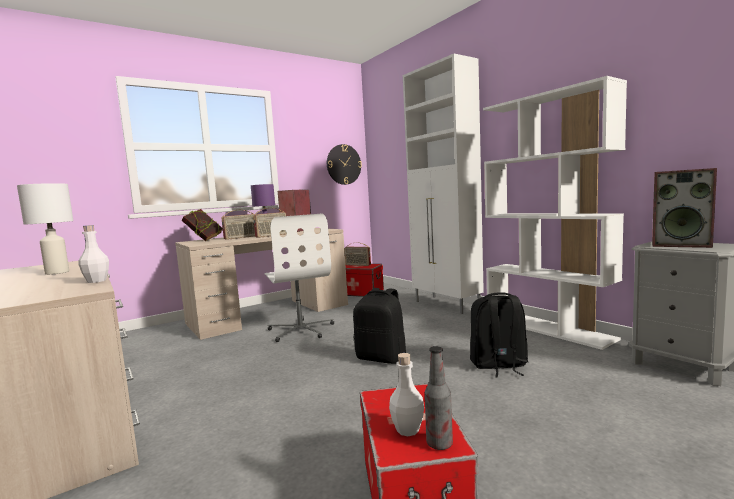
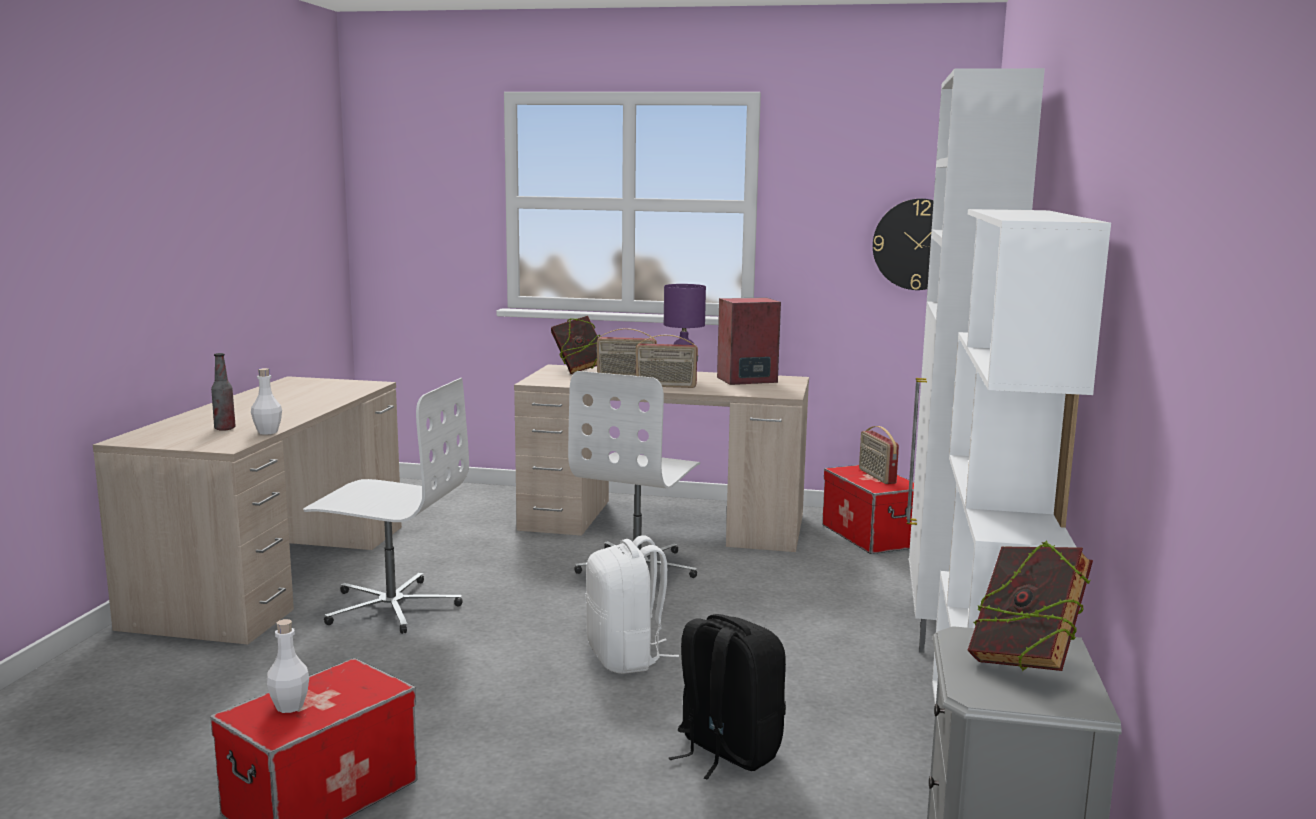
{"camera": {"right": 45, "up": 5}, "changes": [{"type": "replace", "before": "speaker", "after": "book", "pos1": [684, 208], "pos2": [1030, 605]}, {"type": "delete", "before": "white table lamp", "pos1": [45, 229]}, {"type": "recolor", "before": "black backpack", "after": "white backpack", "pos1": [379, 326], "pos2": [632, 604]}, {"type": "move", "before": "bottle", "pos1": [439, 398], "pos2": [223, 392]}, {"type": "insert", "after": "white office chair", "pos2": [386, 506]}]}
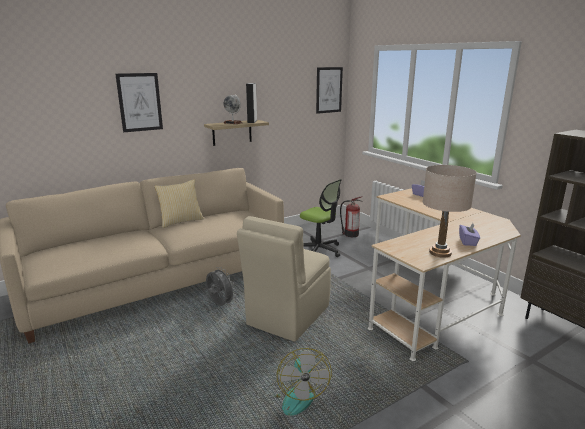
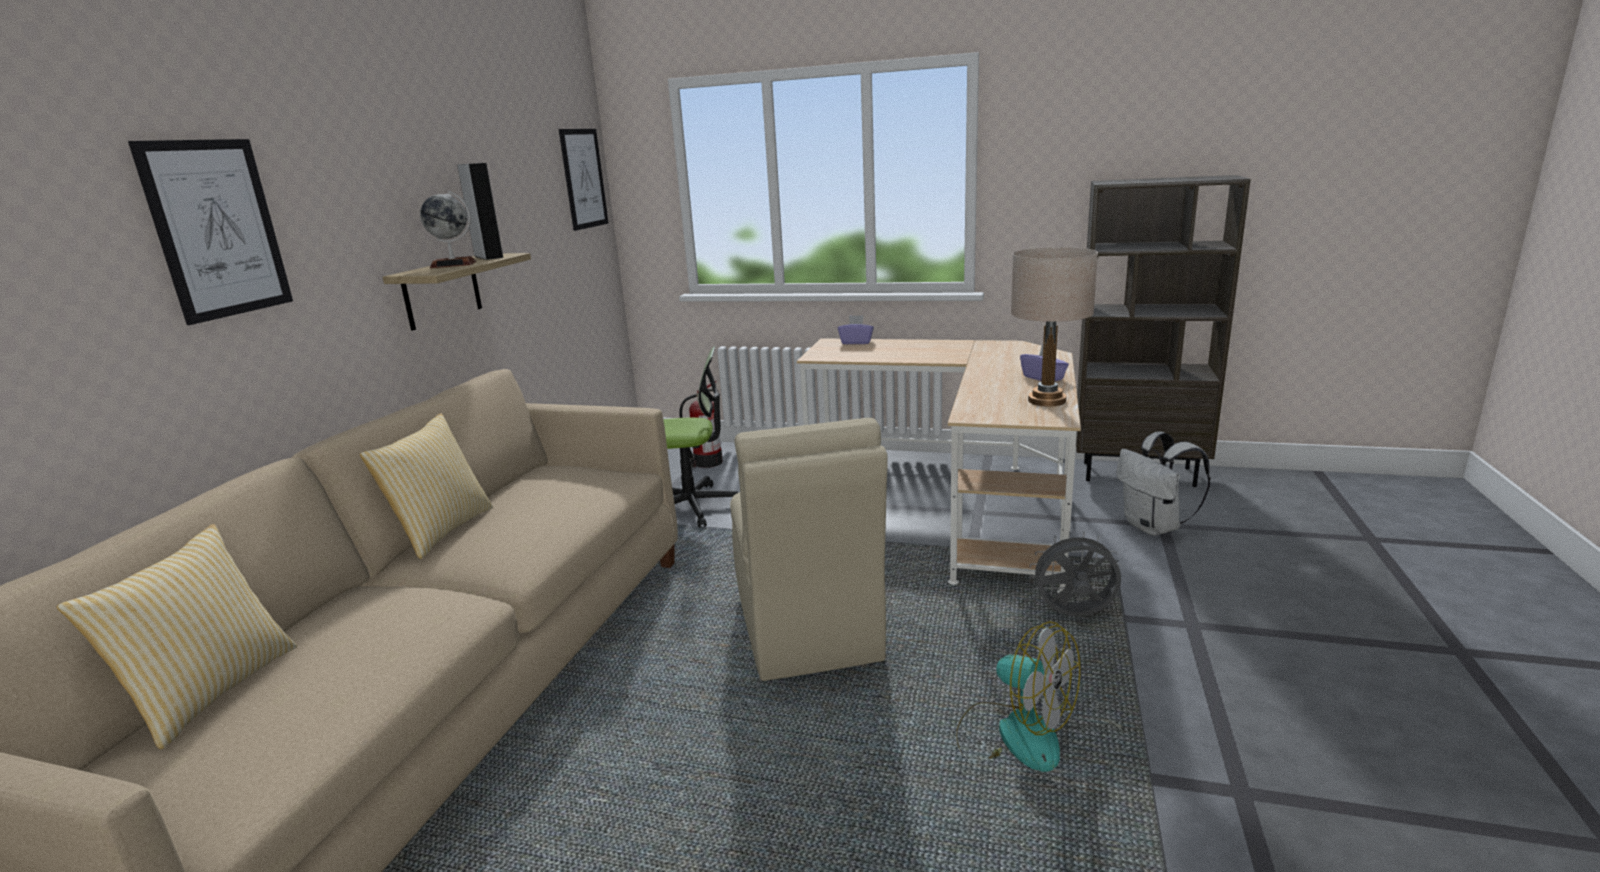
{"camera": {"right": -40, "up": 0}, "changes": [{"type": "move", "before": "grey fan", "pos1": [221, 286], "pos2": [1075, 573]}, {"type": "insert", "after": "white backpack", "pos2": [1163, 484]}, {"type": "insert", "after": "pillow", "pos2": [177, 636]}]}
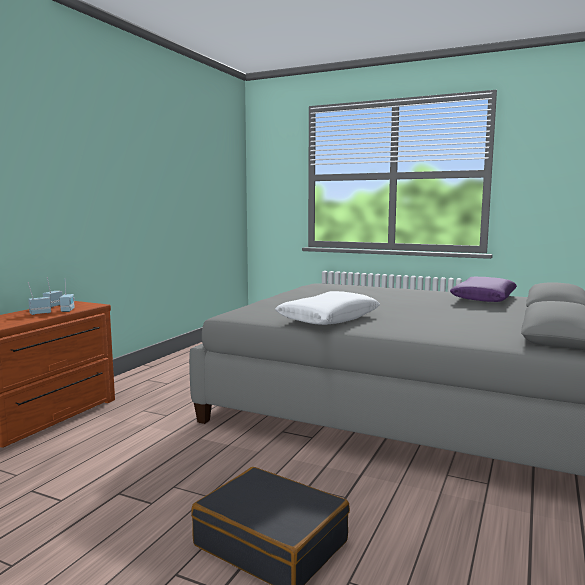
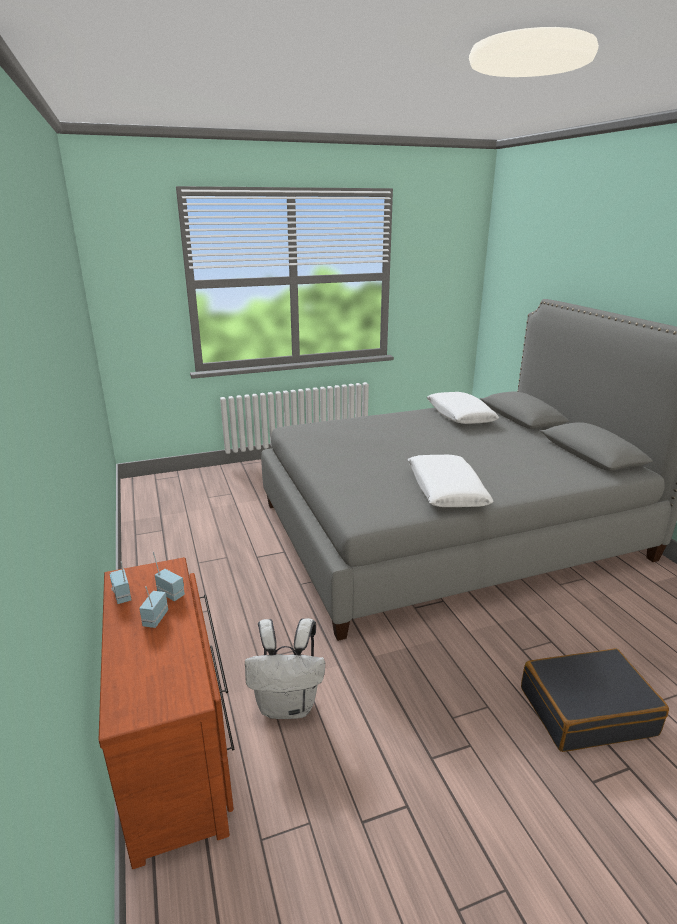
{"camera": {"right": -45, "up": 15}, "changes": [{"type": "recolor", "before": "purple pillow", "after": "white pillow", "pos1": [483, 289], "pos2": [463, 408]}, {"type": "insert", "after": "white backpack", "pos2": [285, 668]}]}
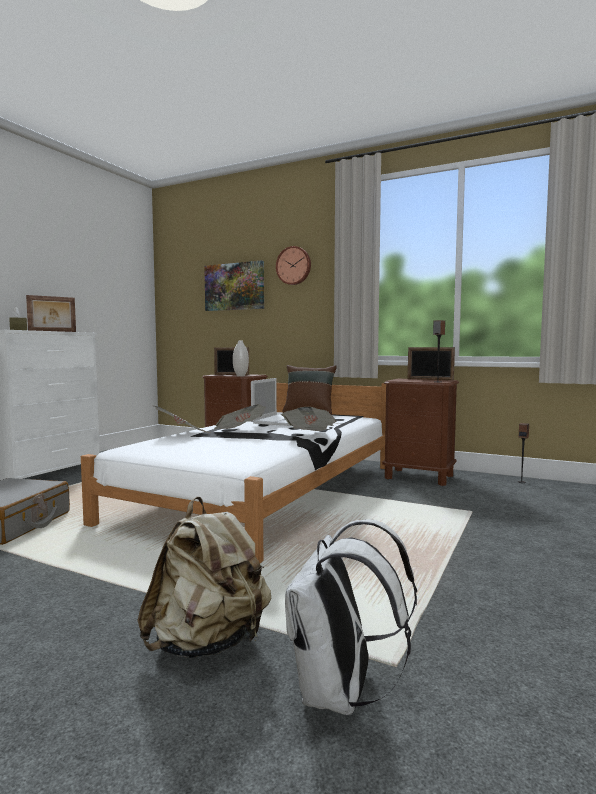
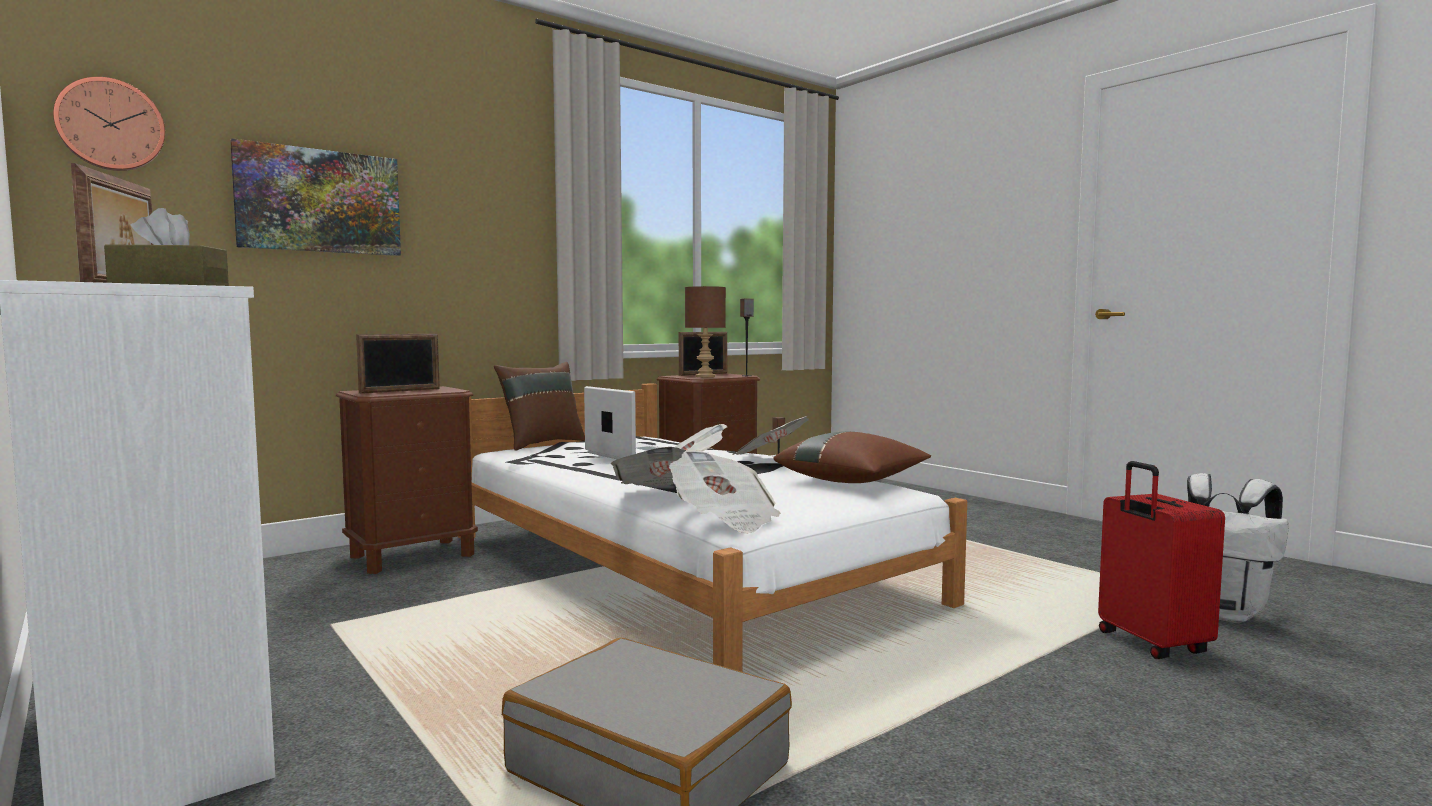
{"camera": {"right": -65, "up": 0}, "changes": [{"type": "move", "before": "wall clock", "pos1": [293, 265], "pos2": [109, 124]}, {"type": "delete", "before": "white vase", "pos1": [241, 358]}, {"type": "replace", "before": "beige backpack", "after": "red suitcase", "pos1": [204, 577], "pos2": [1161, 560]}, {"type": "insert", "after": "brown table lamp", "pos2": [705, 331]}, {"type": "insert", "after": "brown pillow", "pos2": [852, 457]}, {"type": "insert", "after": "newspaper", "pos2": [725, 492]}]}
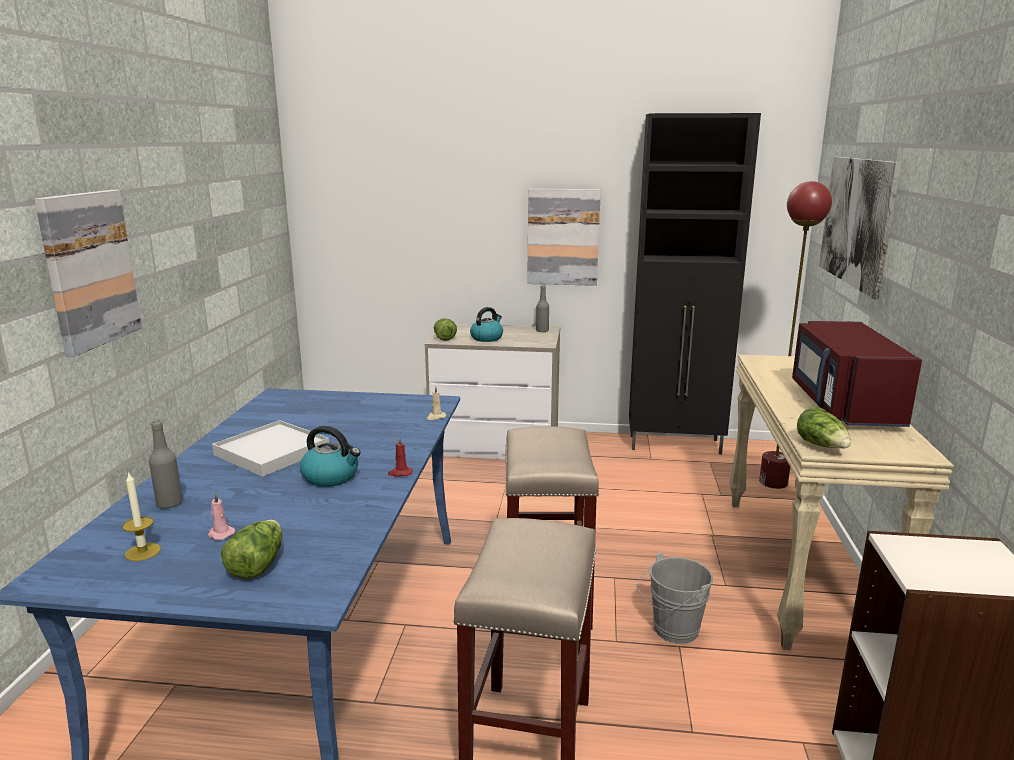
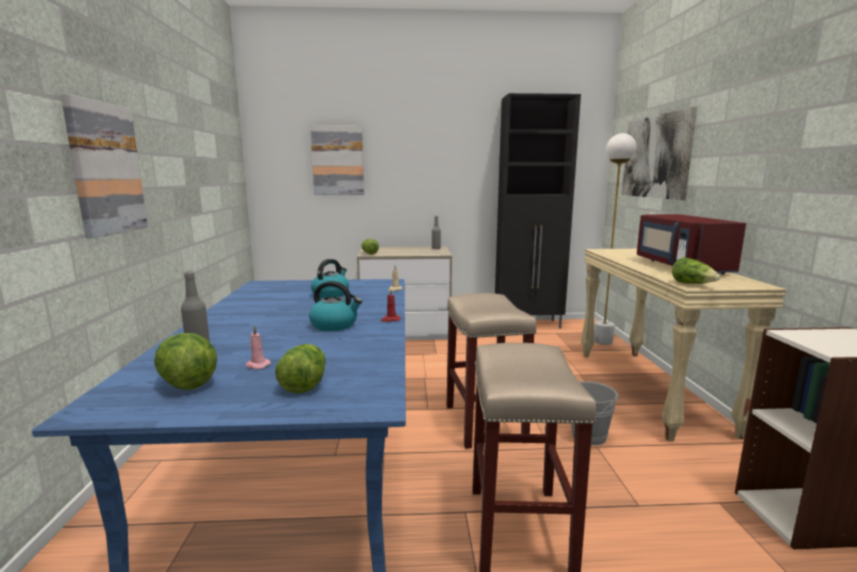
{"camera": {"right": -10, "up": -5}, "changes": [{"type": "recolor", "before": "red floor lamp", "after": "white floor lamp", "pos1": [795, 335], "pos2": [615, 239]}, {"type": "move", "before": "picture", "pos1": [564, 237], "pos2": [337, 160]}, {"type": "move", "before": "kettle", "pos1": [486, 324], "pos2": [330, 278]}, {"type": "delete", "before": "white tray", "pos1": [270, 448]}, {"type": "replace", "before": "candle", "after": "lettuce", "pos1": [141, 516], "pos2": [185, 361]}]}
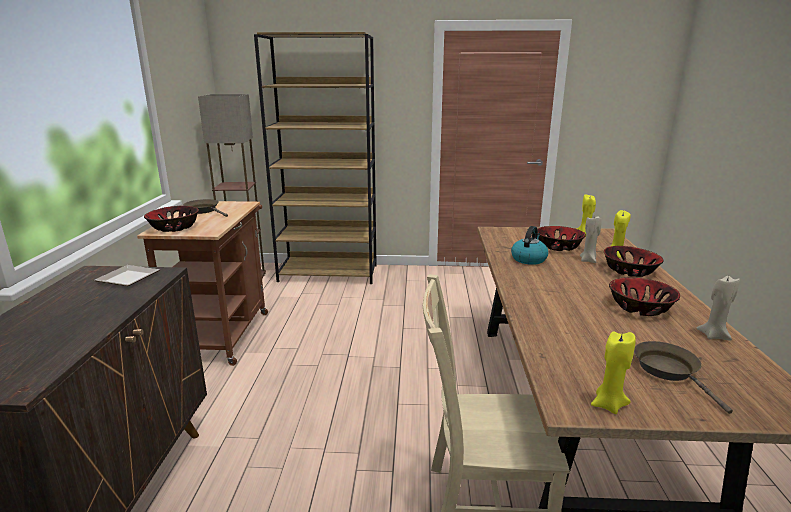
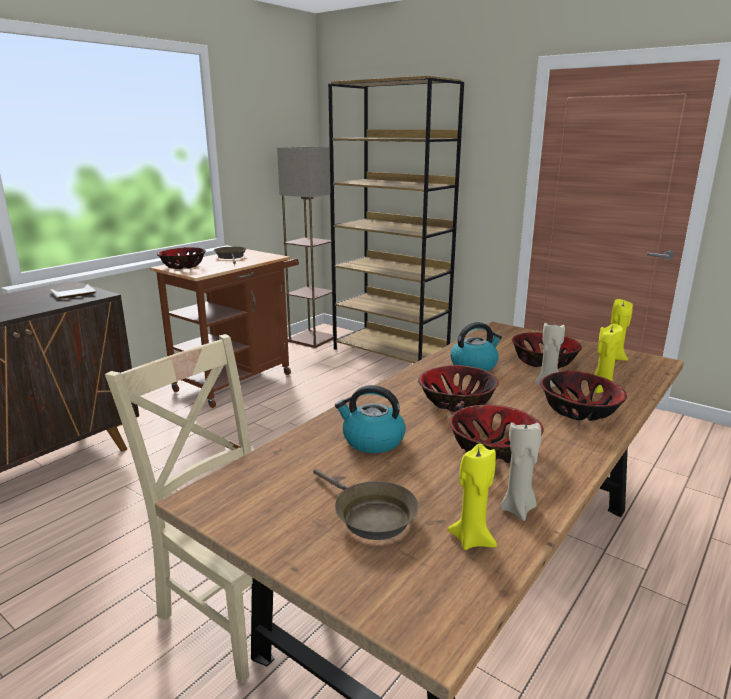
{"camera": {"right": 35, "up": 0}, "changes": [{"type": "move", "before": "yellow candle", "pos1": [613, 372], "pos2": [472, 497]}, {"type": "rotate", "before": "brown frying pan", "pos1": [683, 377], "pos2": [366, 504], "turn": 120}, {"type": "insert", "after": "bowl", "pos2": [458, 388]}, {"type": "insert", "after": "kettle", "pos2": [370, 419]}]}
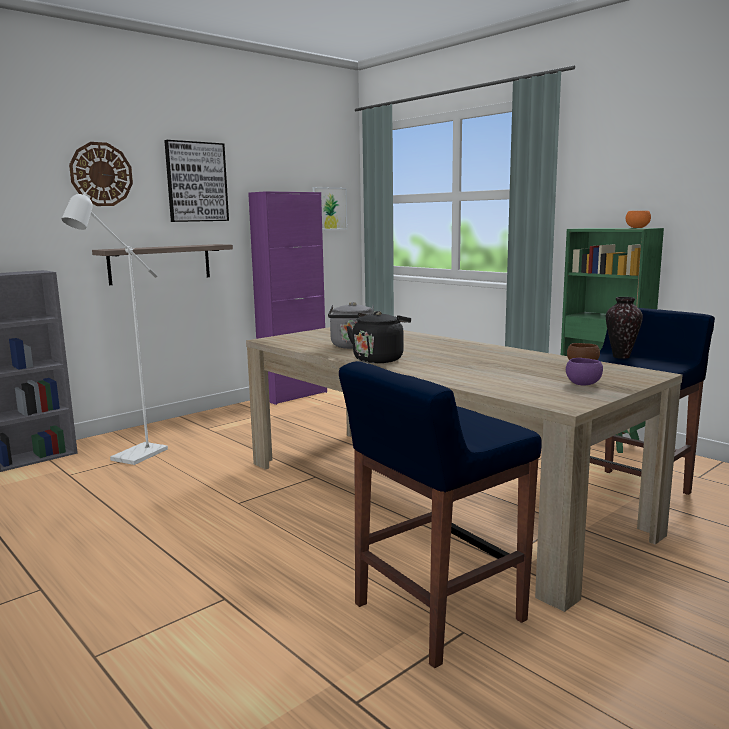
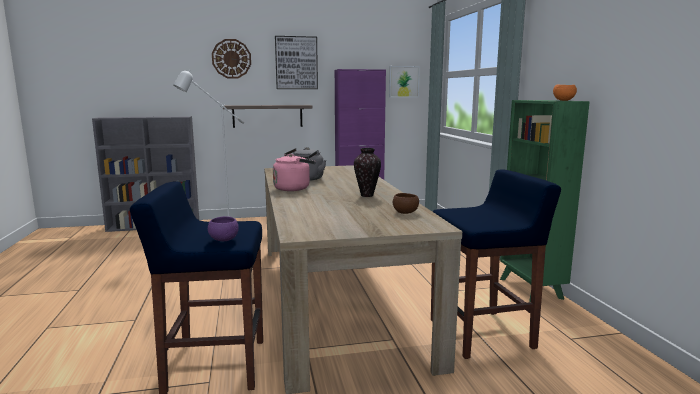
{"camera": {"right": 30, "up": 0}, "changes": [{"type": "move", "before": "vase", "pos1": [624, 328], "pos2": [367, 172]}, {"type": "recolor", "before": "black kettle", "after": "pink kettle", "pos1": [378, 337], "pos2": [294, 172]}, {"type": "move", "before": "purple bowl", "pos1": [584, 372], "pos2": [223, 228]}]}
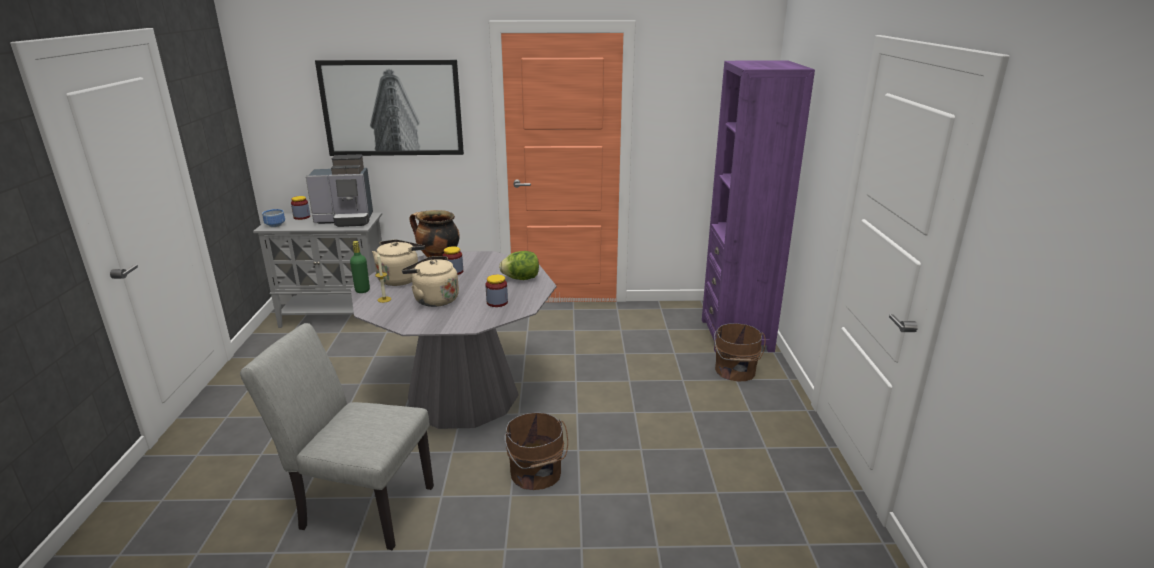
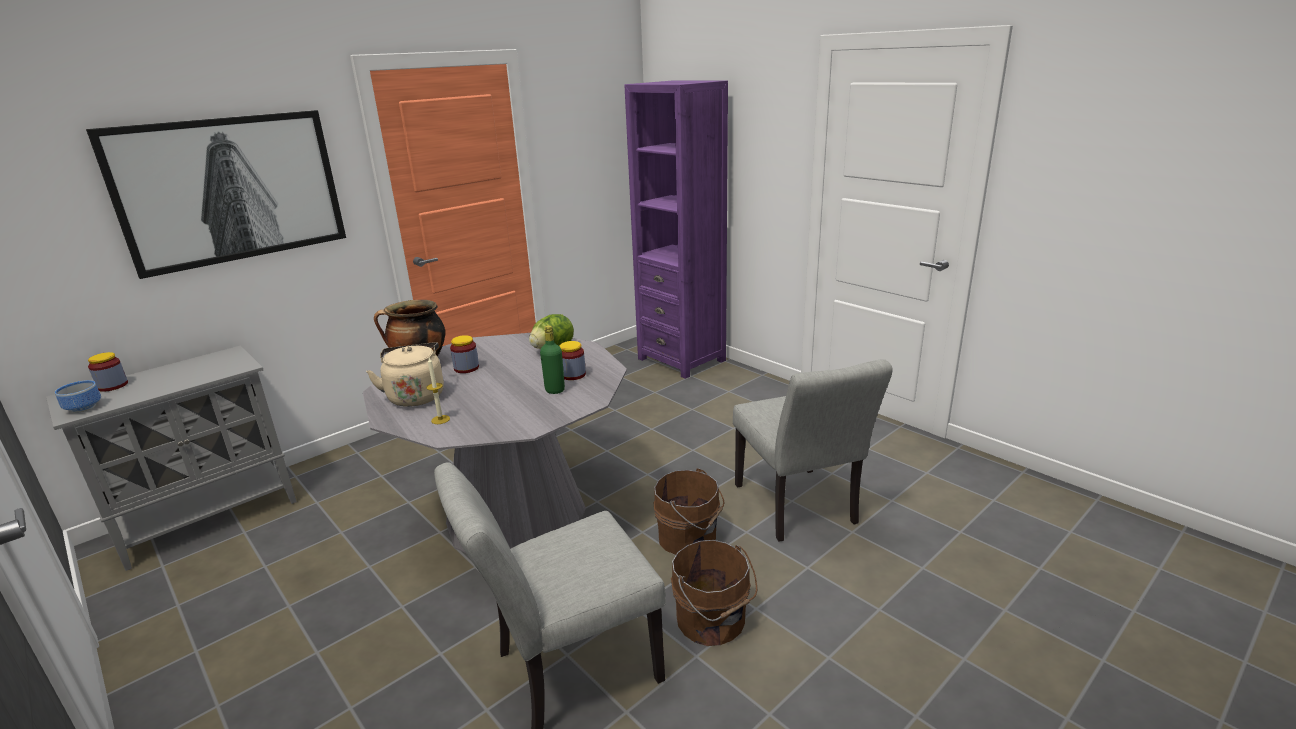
{"camera": {"right": -40, "up": 0}, "changes": [{"type": "delete", "before": "coffee machine", "pos1": [339, 190]}, {"type": "move", "before": "green bottle", "pos1": [360, 267], "pos2": [552, 359]}, {"type": "delete", "before": "beige kettle", "pos1": [430, 281]}, {"type": "move", "before": "brown bucket", "pos1": [740, 352], "pos2": [714, 593]}, {"type": "insert", "after": "grey chair", "pos2": [813, 450]}]}
